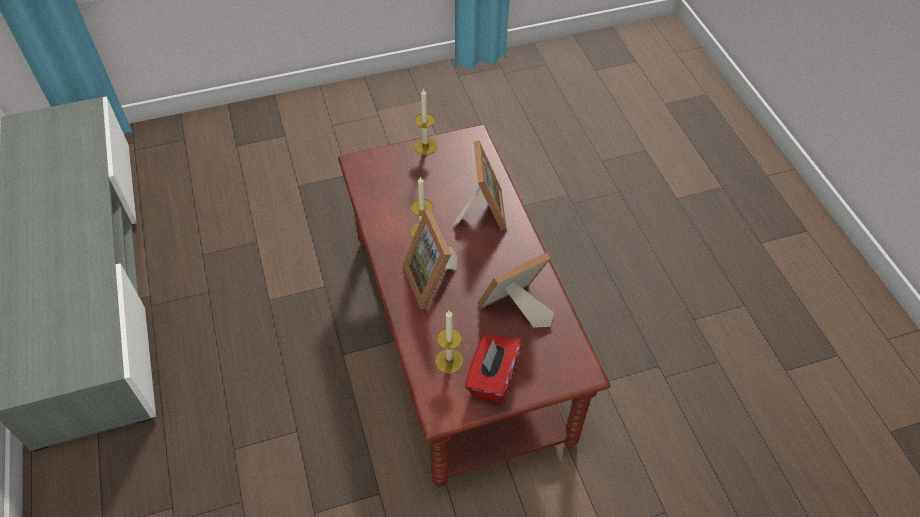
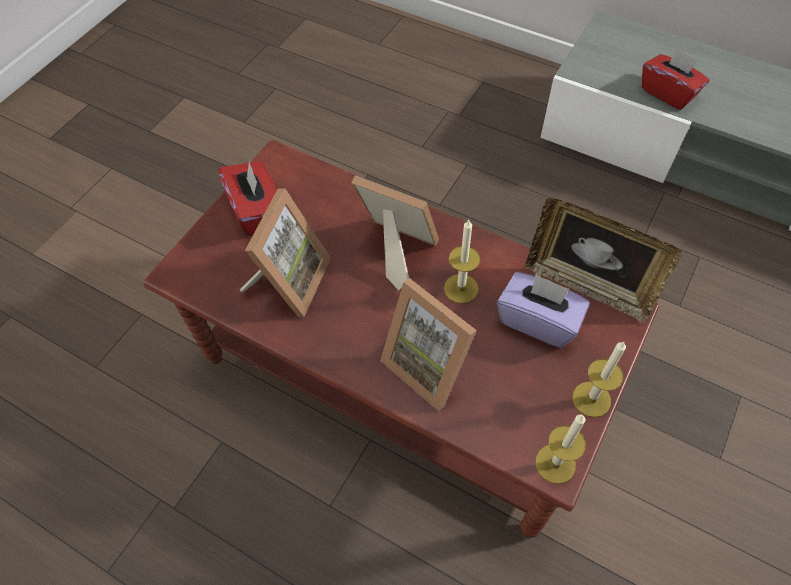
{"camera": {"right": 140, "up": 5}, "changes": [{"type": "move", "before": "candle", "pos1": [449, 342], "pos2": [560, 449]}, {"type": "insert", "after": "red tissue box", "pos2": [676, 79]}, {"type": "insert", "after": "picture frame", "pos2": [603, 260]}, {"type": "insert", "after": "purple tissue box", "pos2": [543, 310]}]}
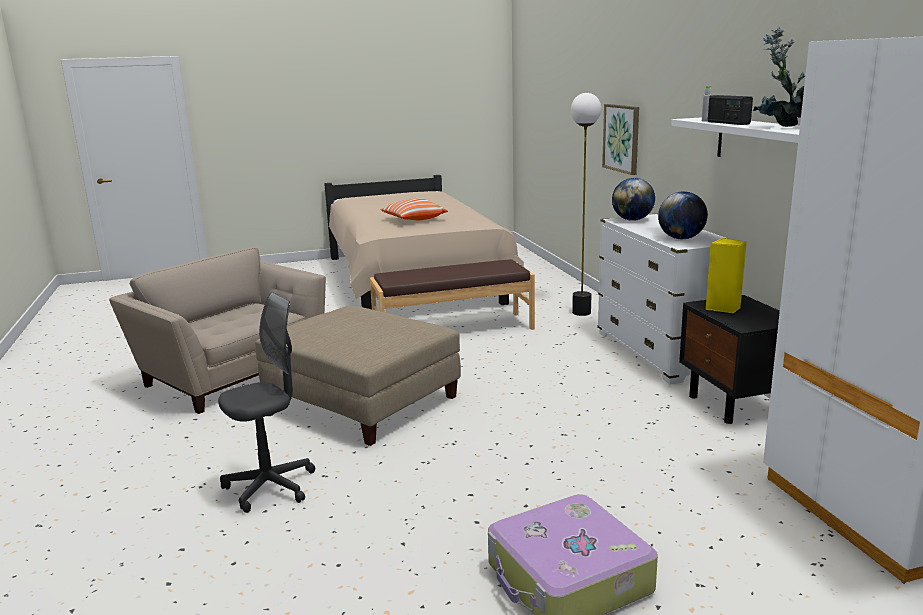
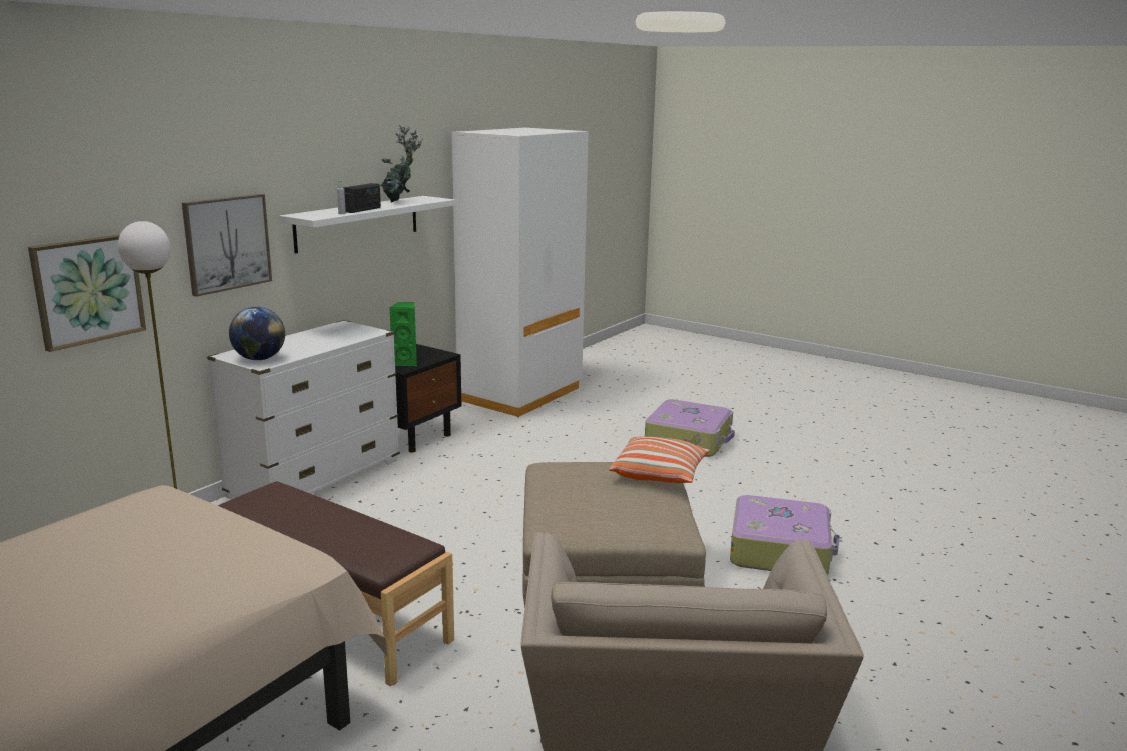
{"camera": {"right": -130, "up": 0}, "changes": [{"type": "delete", "before": "globe", "pos1": [683, 215]}, {"type": "move", "before": "pillow", "pos1": [414, 209], "pos2": [659, 460]}, {"type": "recolor", "before": "yellow speaker", "after": "green speaker", "pos1": [726, 275], "pos2": [403, 334]}, {"type": "replace", "before": "grey office chair", "after": "suitcase", "pos1": [266, 403], "pos2": [785, 535]}, {"type": "insert", "after": "picture", "pos2": [227, 245]}]}
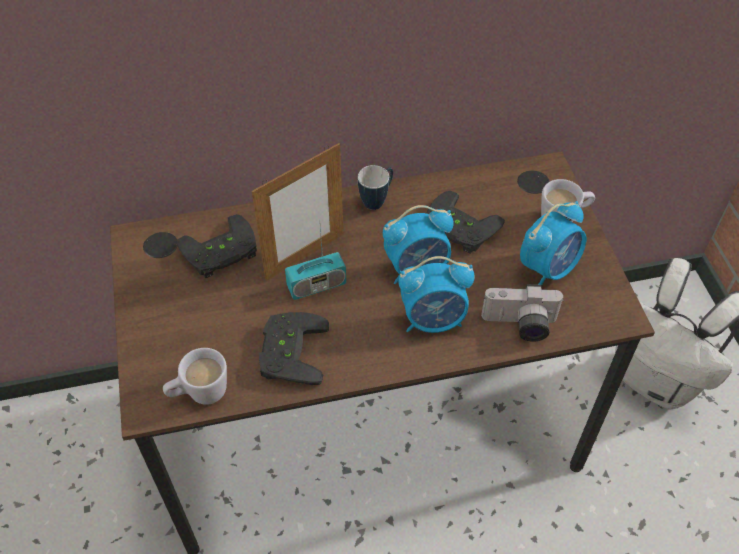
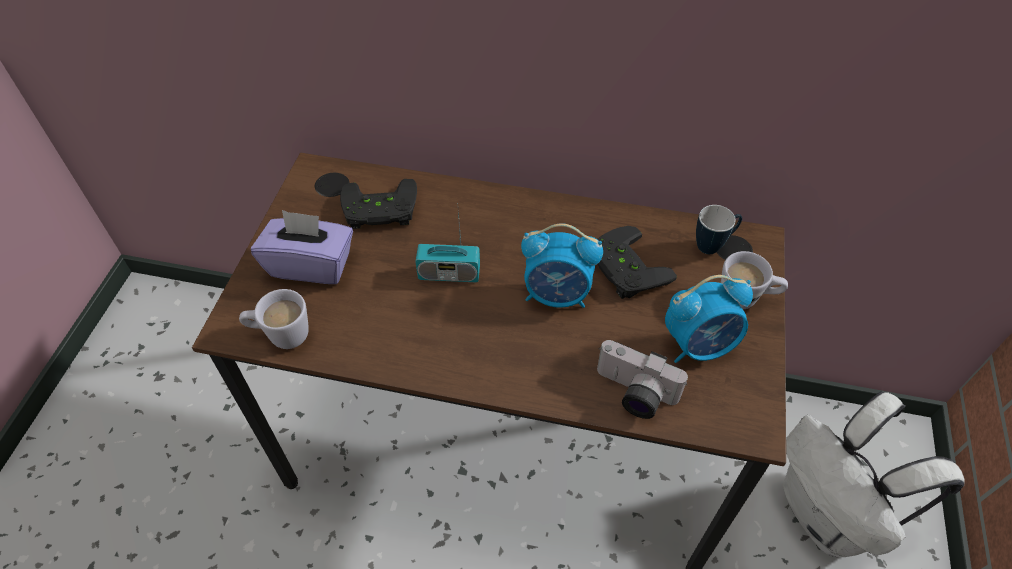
{"camera": {"right": 25, "up": 0}, "changes": [{"type": "delete", "before": "picture frame", "pos1": [297, 212]}, {"type": "move", "before": "mug", "pos1": [375, 187], "pos2": [719, 229]}, {"type": "delete", "before": "alarm clock", "pos1": [436, 294]}, {"type": "delete", "before": "black game controller", "pos1": [294, 348]}, {"type": "insert", "after": "purple tissue box", "pos2": [302, 247]}]}
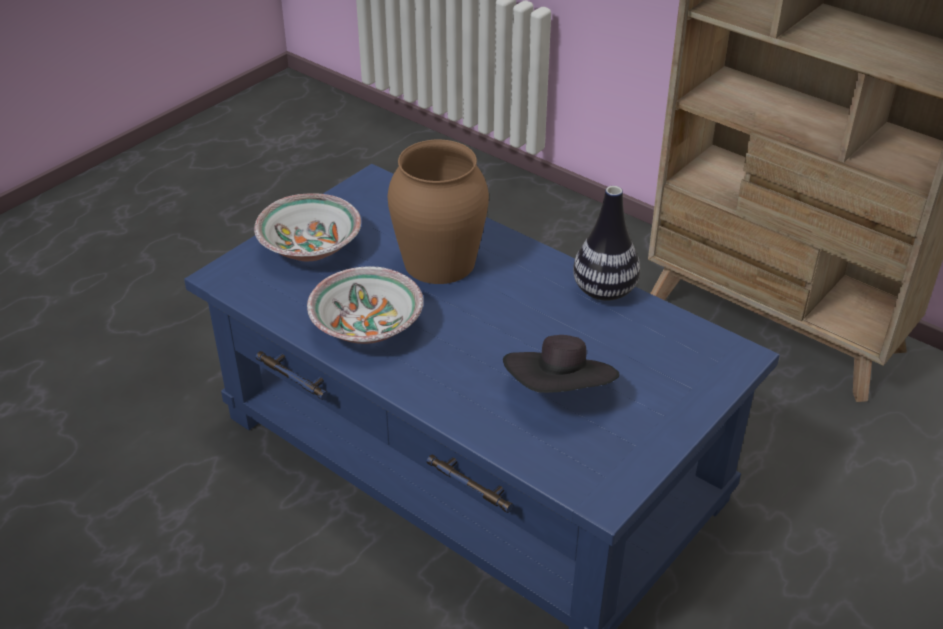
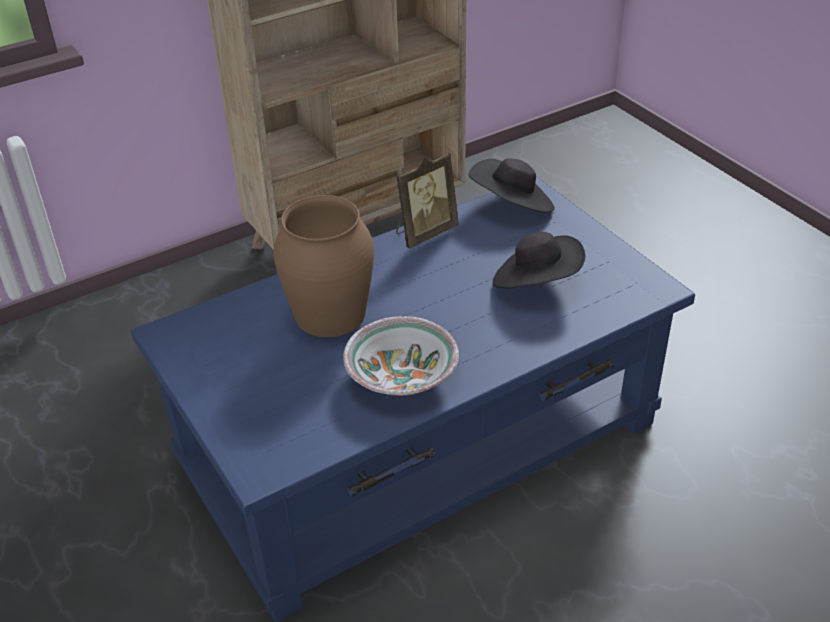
{"camera": {"right": -70, "up": 0}, "changes": [{"type": "replace", "before": "vase", "after": "picture frame", "pos1": [606, 243], "pos2": [427, 201]}, {"type": "delete", "before": "bowl", "pos1": [307, 227]}, {"type": "insert", "after": "black hat", "pos2": [512, 185]}]}
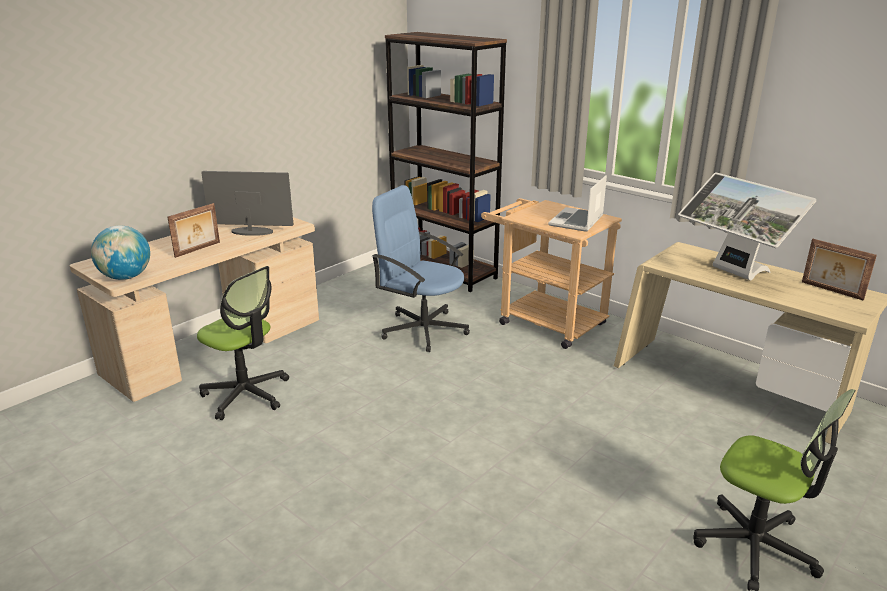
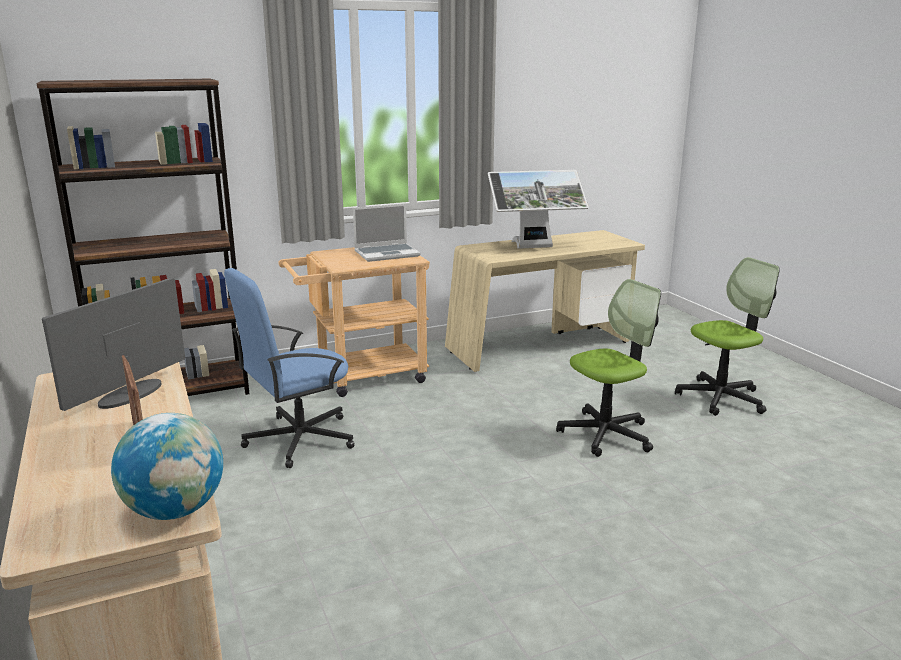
{"camera": {"right": -65, "up": -5}, "changes": [{"type": "rotate", "before": "laptop", "pos1": [577, 203], "pos2": [387, 233], "turn": -75}, {"type": "delete", "before": "picture frame", "pos1": [839, 270]}, {"type": "move", "before": "office chair", "pos1": [243, 343], "pos2": [608, 368]}]}
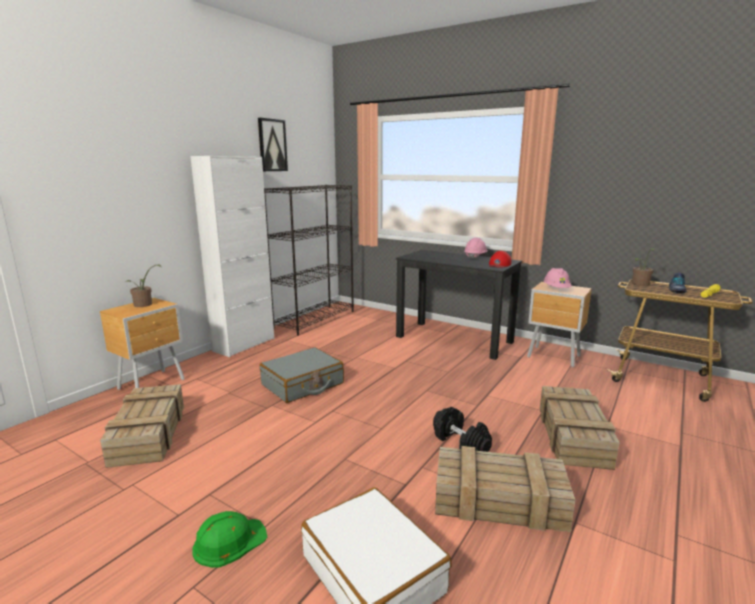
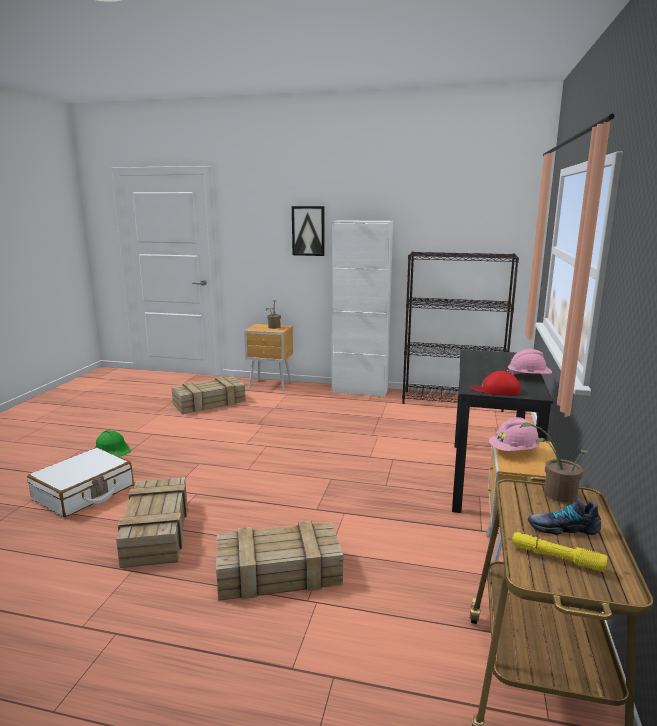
{"camera": {"right": 70, "up": 0}, "changes": [{"type": "move", "before": "picture", "pos1": [273, 144], "pos2": [308, 231]}, {"type": "delete", "before": "grey suitcase", "pos1": [301, 375]}, {"type": "delete", "before": "black dumbbell", "pos1": [462, 429]}]}
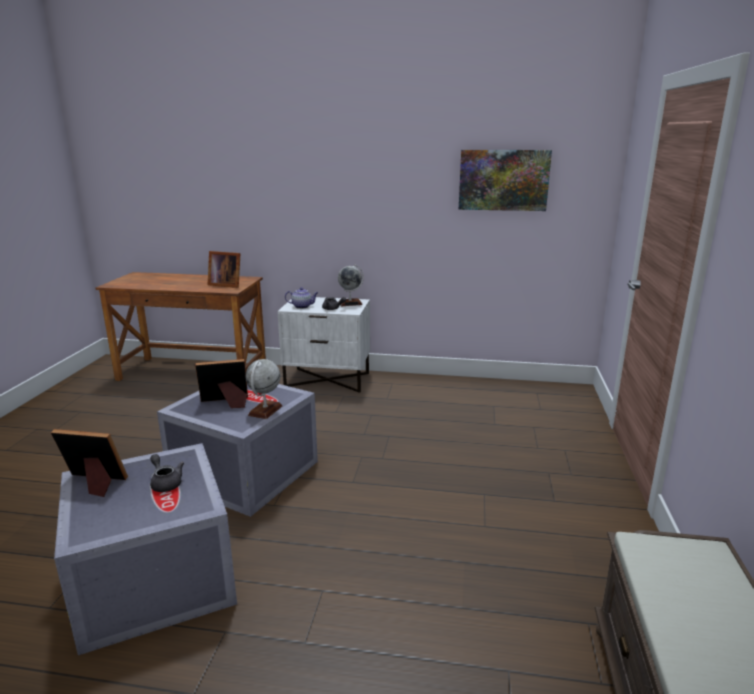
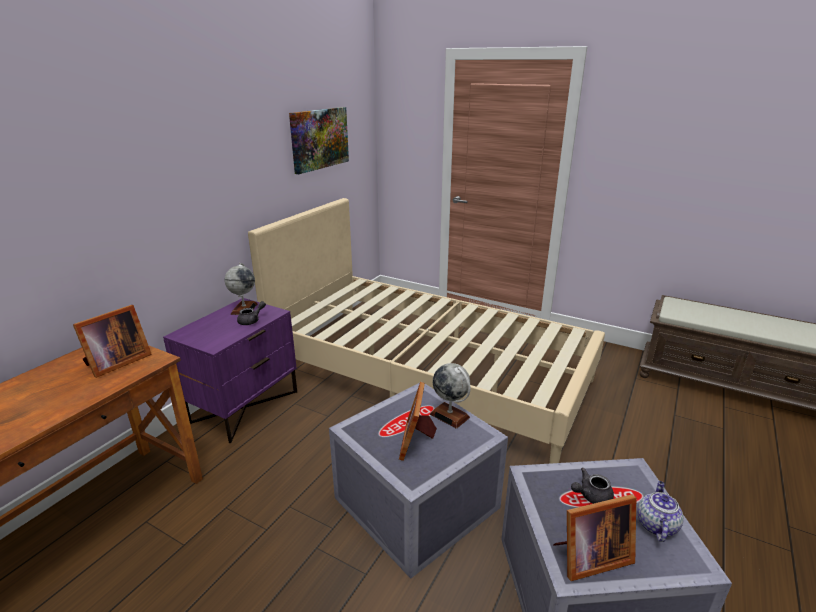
{"camera": {"right": -70, "up": 5}, "changes": [{"type": "move", "before": "teapot", "pos1": [301, 298], "pos2": [660, 511]}, {"type": "recolor", "before": "white nightstand", "after": "purple nightstand", "pos1": [324, 345], "pos2": [230, 370]}, {"type": "rotate", "before": "picture frame", "pos1": [89, 463], "pos2": [594, 537], "turn": -135}, {"type": "insert", "after": "beige bed", "pos2": [426, 331]}]}
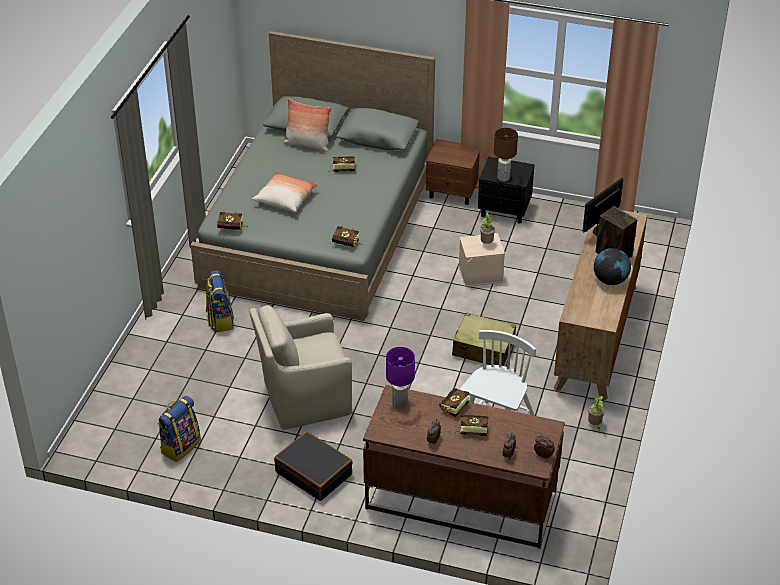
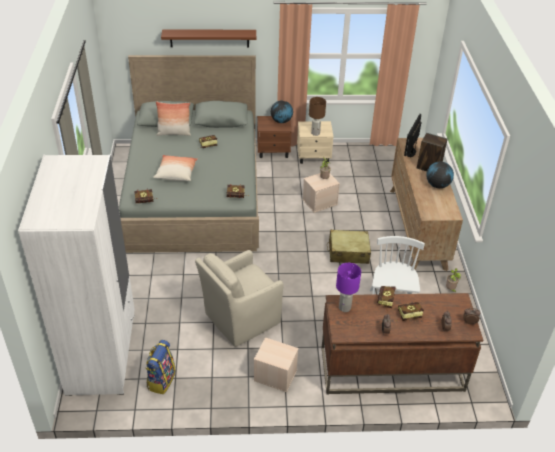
{"camera": {"right": -20, "up": 0}, "changes": [{"type": "recolor", "before": "black nightstand", "after": "beige nightstand", "pos1": [506, 190], "pos2": [315, 142]}, {"type": "delete", "before": "backpack", "pos1": [220, 301]}, {"type": "replace", "before": "black suitcase", "after": "beige storage box", "pos1": [313, 466], "pos2": [276, 364]}, {"type": "insert", "after": "brown shelf", "pos2": [208, 38]}, {"type": "insert", "after": "globe", "pos2": [282, 112]}, {"type": "insert", "after": "white wardrobe", "pos2": [76, 275]}]}
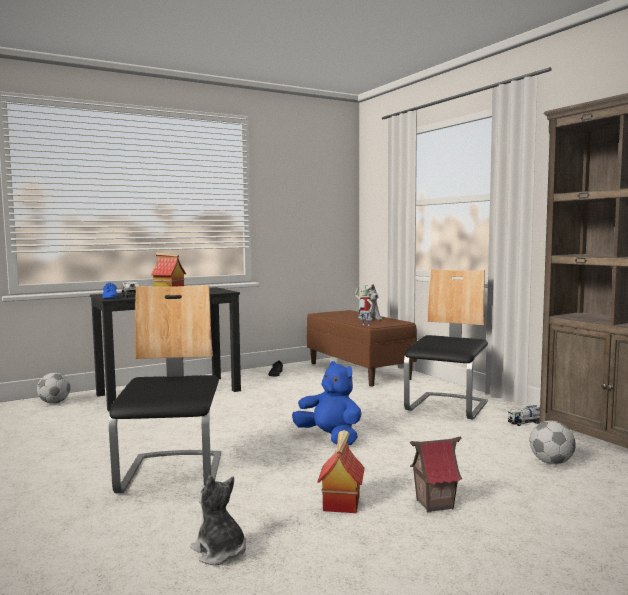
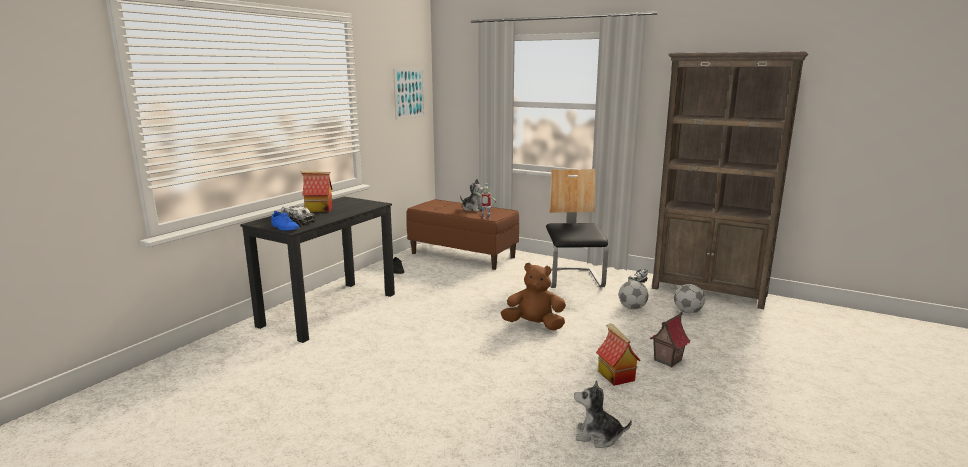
{"camera": {"right": -30, "up": 10}, "changes": [{"type": "delete", "before": "chair", "pos1": [165, 389]}, {"type": "recolor", "before": "blue plush toy", "after": "brown plush toy", "pos1": [326, 403], "pos2": [533, 297]}, {"type": "move", "before": "football", "pos1": [54, 388], "pos2": [633, 295]}, {"type": "insert", "after": "picture", "pos2": [409, 94]}]}
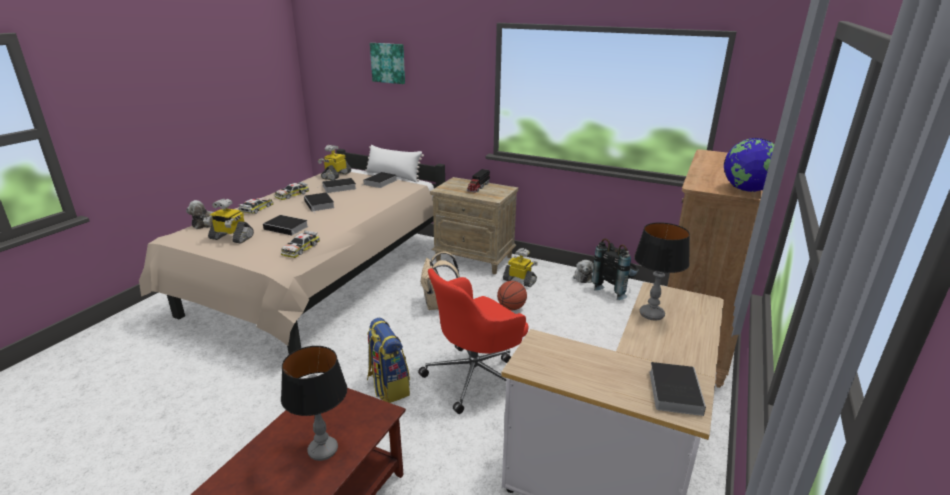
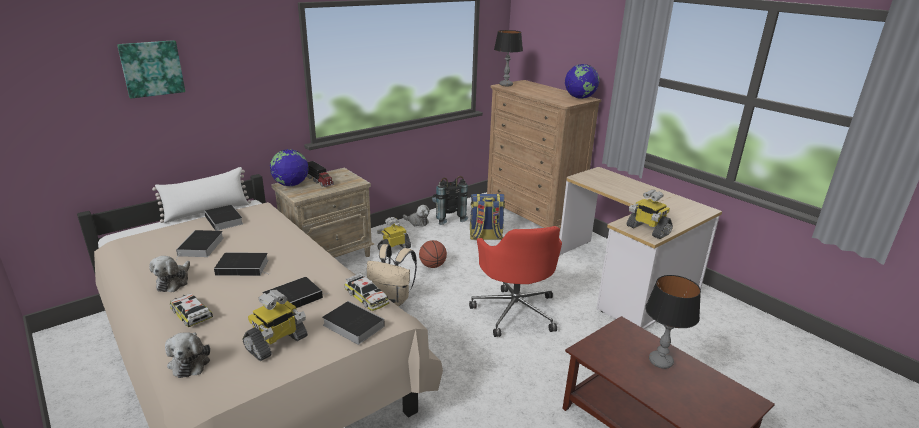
{"camera": {"right": -65, "up": 0}, "changes": [{"type": "move", "before": "toy robot", "pos1": [334, 162], "pos2": [649, 214]}, {"type": "replace", "before": "toy car", "after": "plush toy", "pos1": [292, 191], "pos2": [169, 274]}, {"type": "move", "before": "table lamp", "pos1": [662, 271], "pos2": [508, 58]}, {"type": "move", "before": "backpack", "pos1": [388, 360], "pos2": [487, 217]}, {"type": "move", "before": "book", "pos1": [677, 389], "pos2": [353, 323]}, {"type": "insert", "after": "globe", "pos2": [289, 167]}]}
